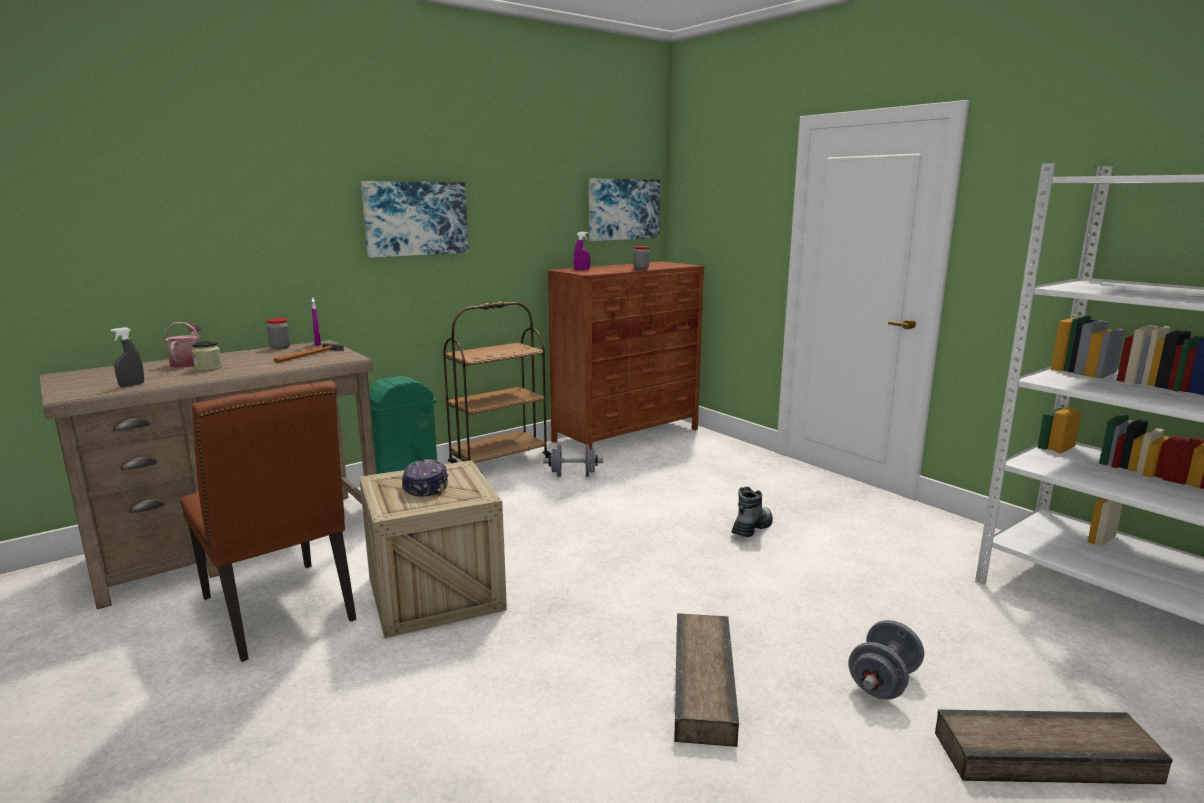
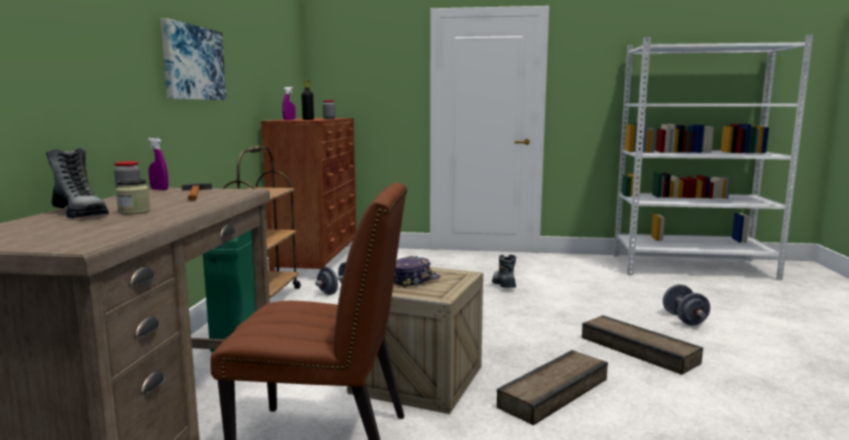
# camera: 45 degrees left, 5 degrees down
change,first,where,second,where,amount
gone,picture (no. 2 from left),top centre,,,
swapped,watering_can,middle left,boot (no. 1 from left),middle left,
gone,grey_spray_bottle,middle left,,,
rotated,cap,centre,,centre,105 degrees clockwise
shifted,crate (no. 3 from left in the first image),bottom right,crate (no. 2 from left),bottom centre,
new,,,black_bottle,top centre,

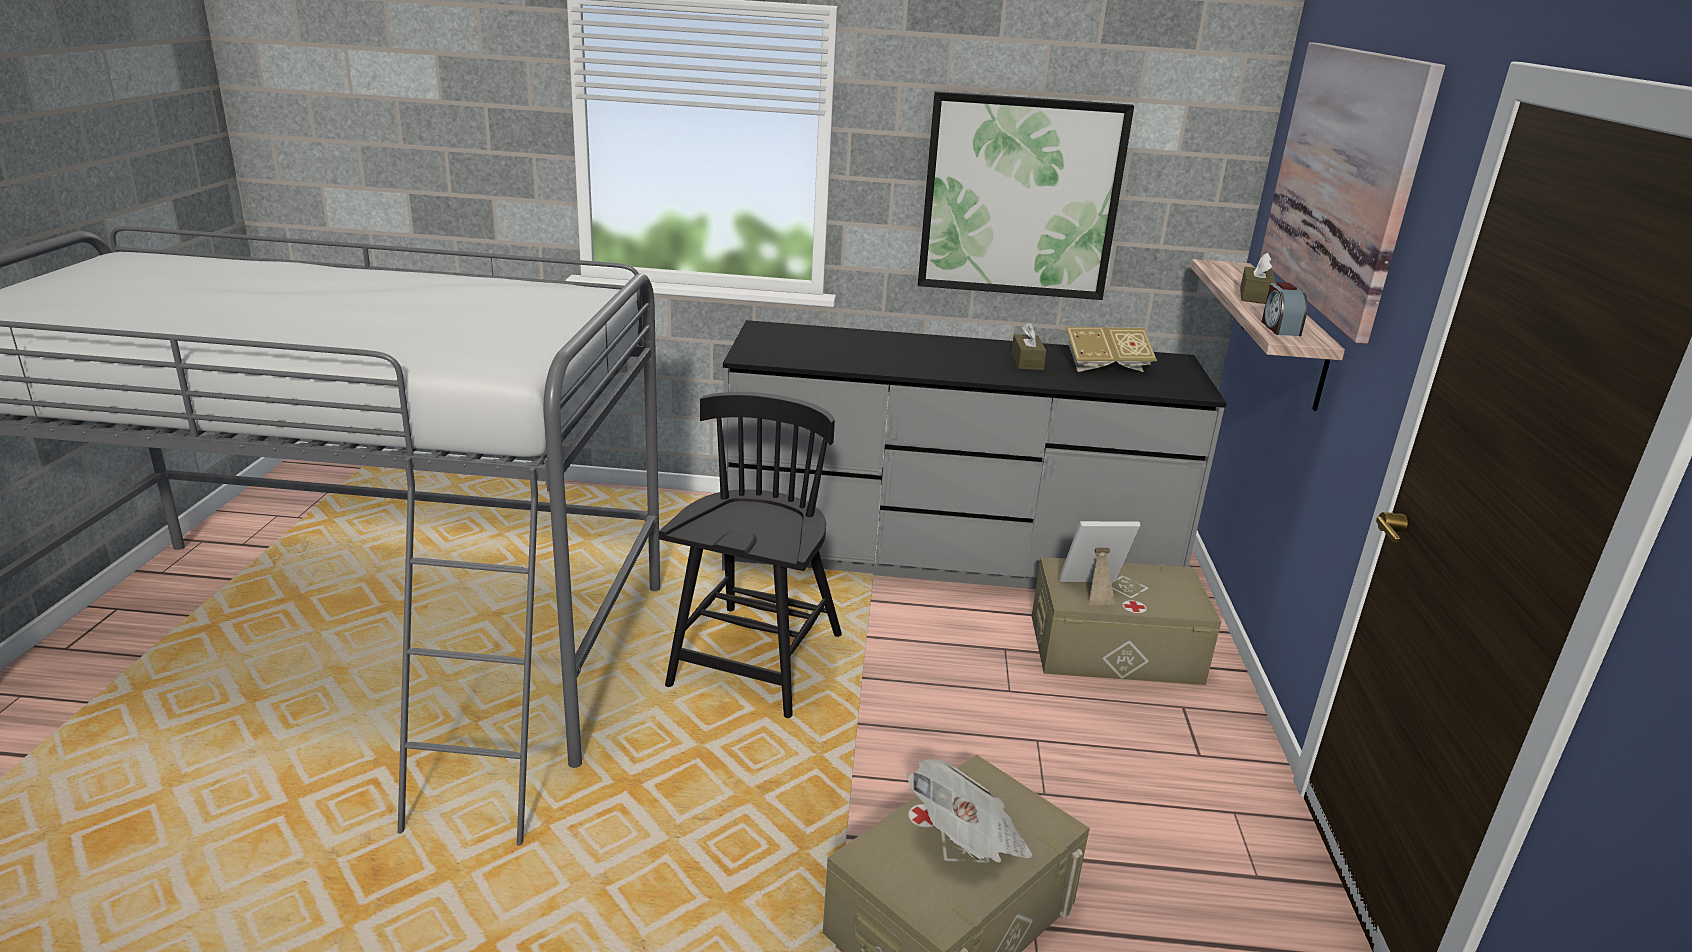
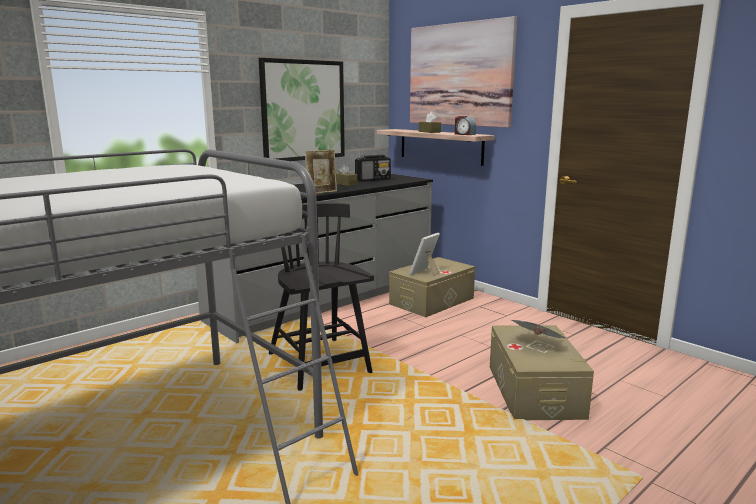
# camera: 45 degrees left, 10 degrees down
change,first,where,second,where,amount
swapped,book,centre,radio,centre,
new,,,picture_frame (no. 1 from left),centre,

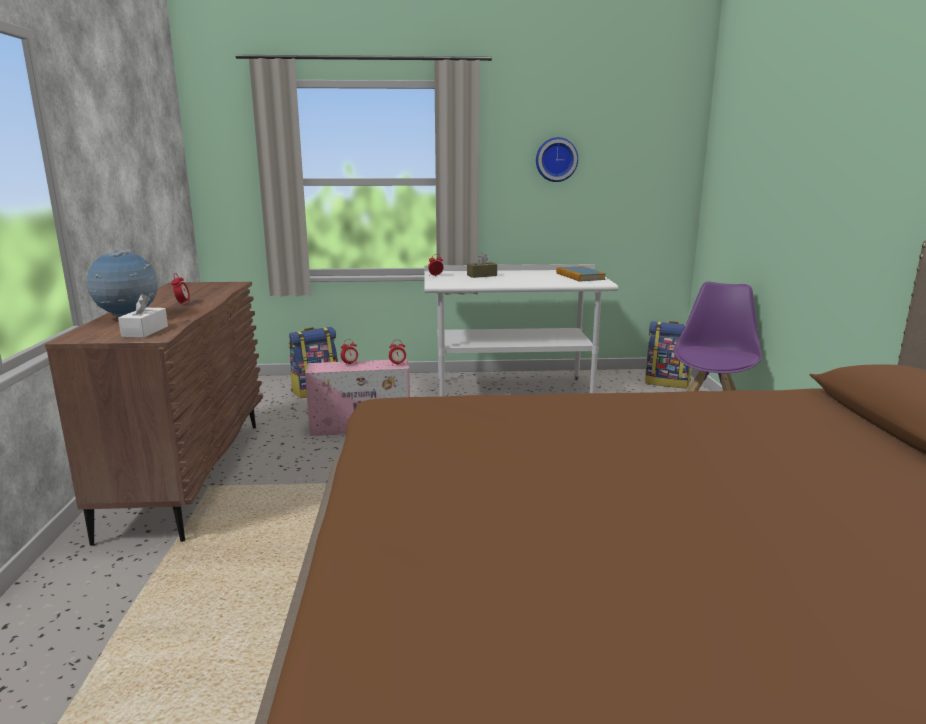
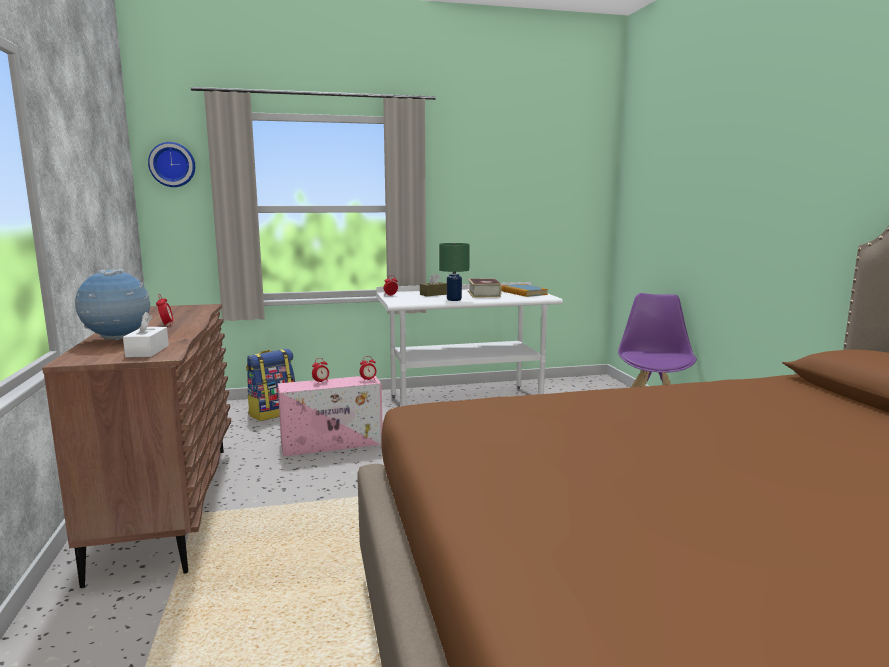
# camera: 10 degrees left, 5 degrees down
change,first,where,second,where,amount
shifted,wall_clock,top centre,,top left,
gone,backpack (no. 2 from left),middle right,,,
new,,,green_table_lamp,centre,
new,,,book (no. 1 from left),centre,

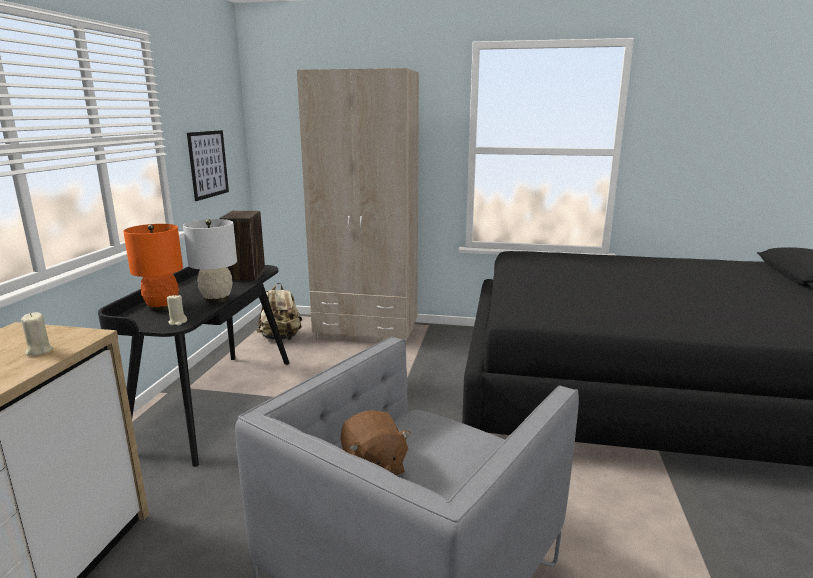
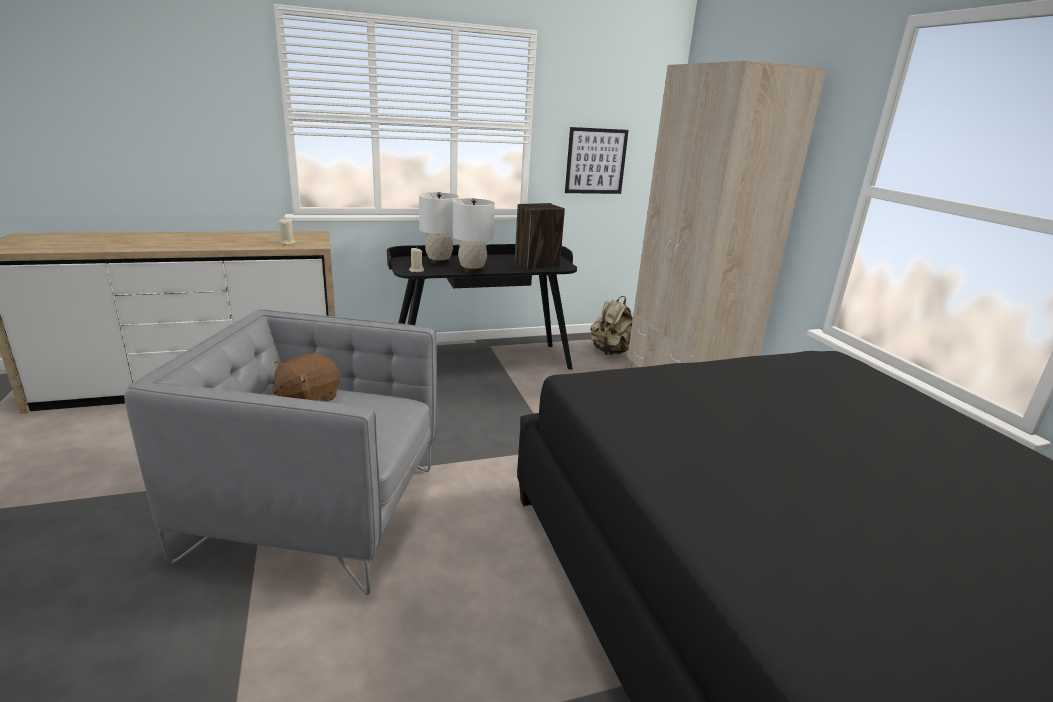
# camera: 60 degrees right, 5 degrees up
change,first,where,second,where,amount
repainted,orange_table_lamp,middle left,white_table_lamp (no. 1 from left),top centre,

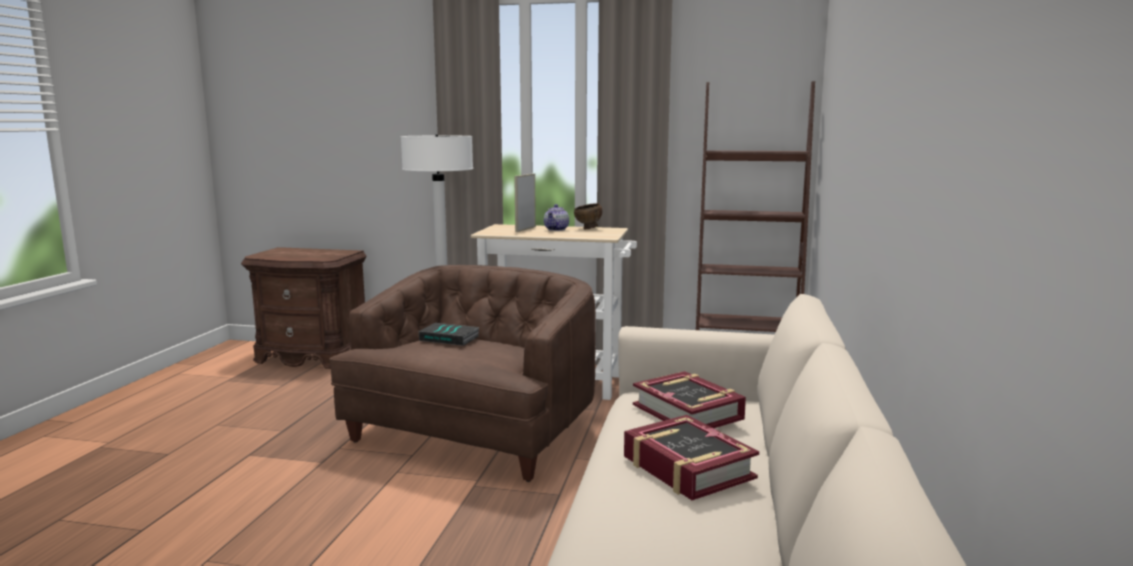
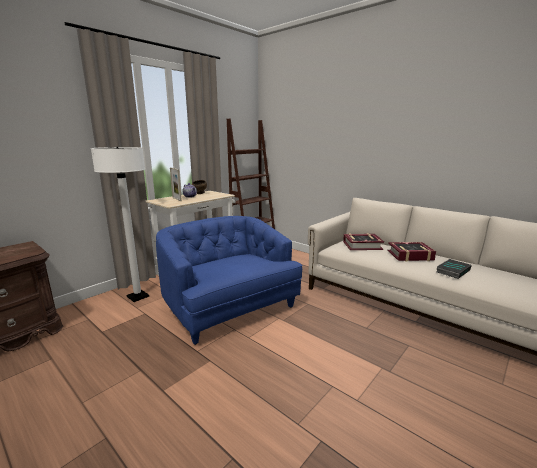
# camera: 60 degrees left, 5 degrees up
change,first,where,second,where,amount
repainted,brown_armchair,centre,blue_armchair,centre,
shifted,book (no. 1 from left in the first image),centre,book (no. 3 from left),middle right,

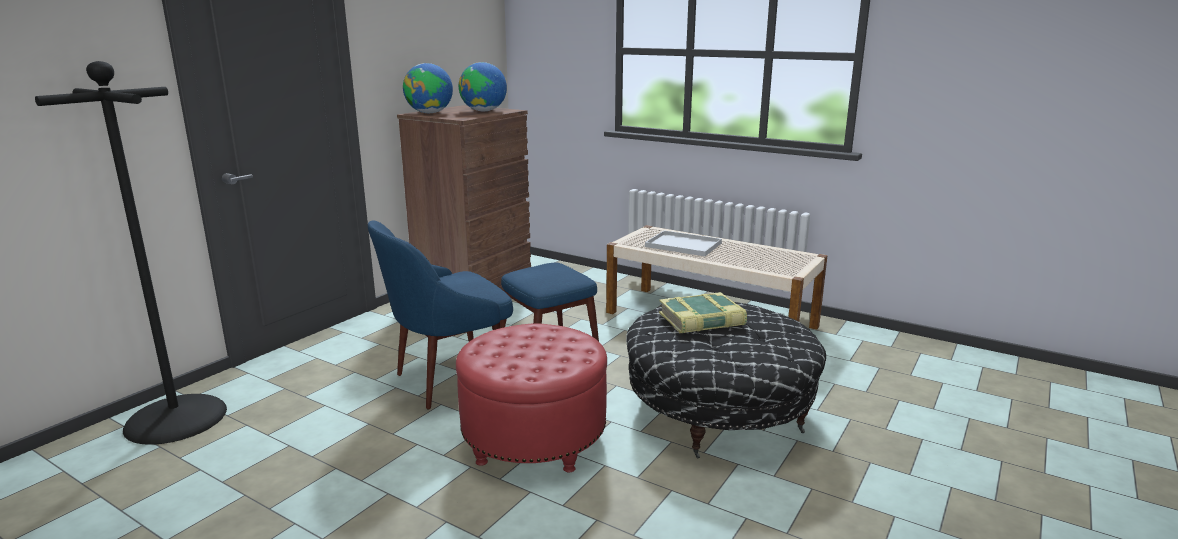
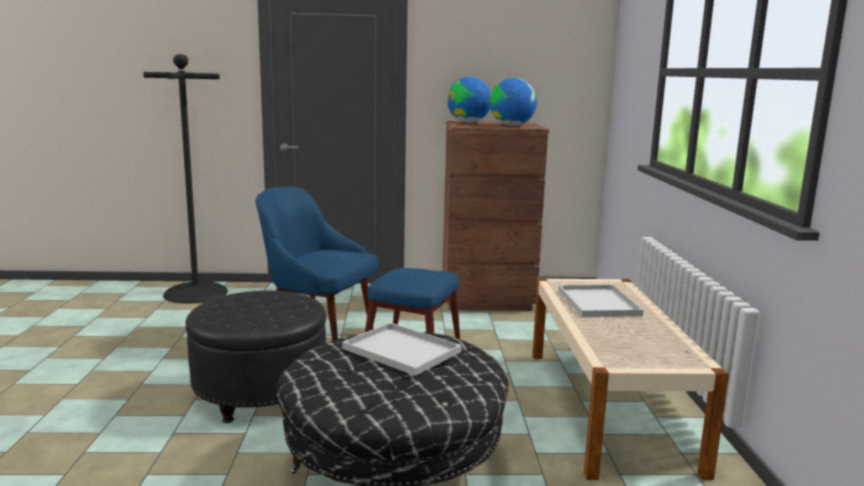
# camera: 55 degrees right, 5 degrees down
change,first,where,second,where,amount
swapped,book,centre,white_tray (no. 1 from left),bottom centre,
repainted,red_ottoman,bottom centre,black_ottoman (no. 1 from left),bottom left,

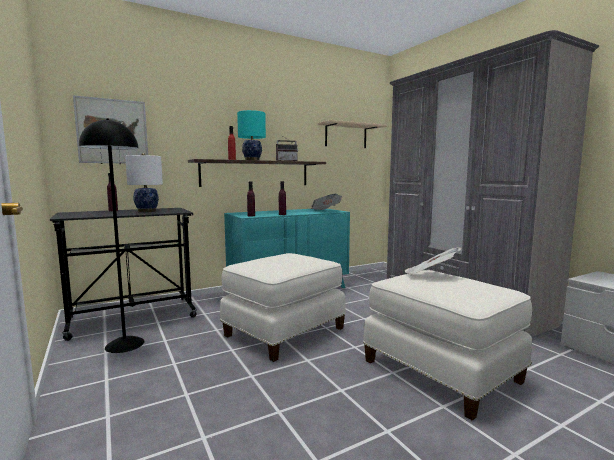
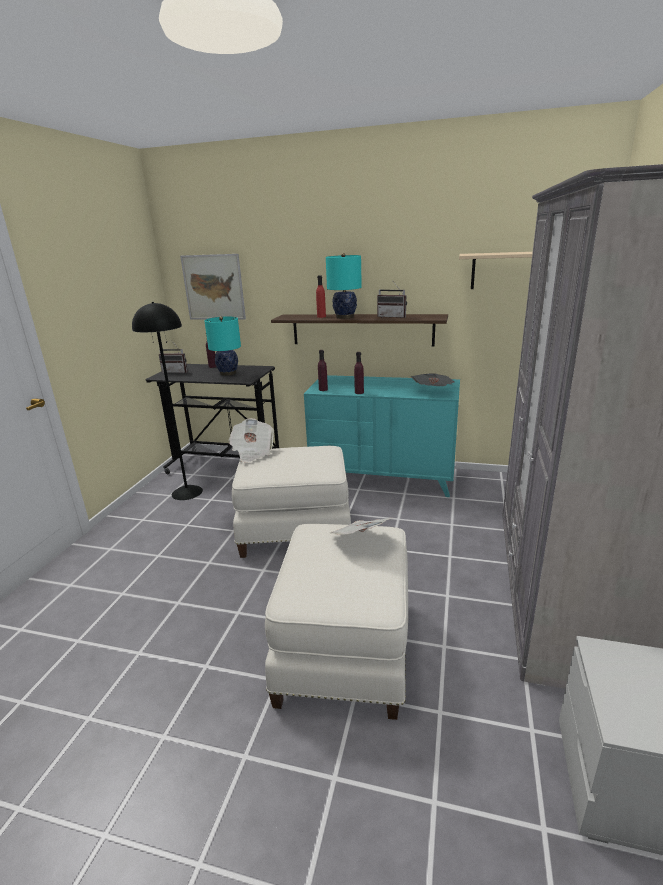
# camera: 45 degrees right, 15 degrees up
change,first,where,second,where,amount
repainted,white_table_lamp,middle left,turquoise_table_lamp (no. 1 from left),centre,
new,,,radio (no. 1 from left),middle left,
new,,,newspaper (no. 1 from left),centre,

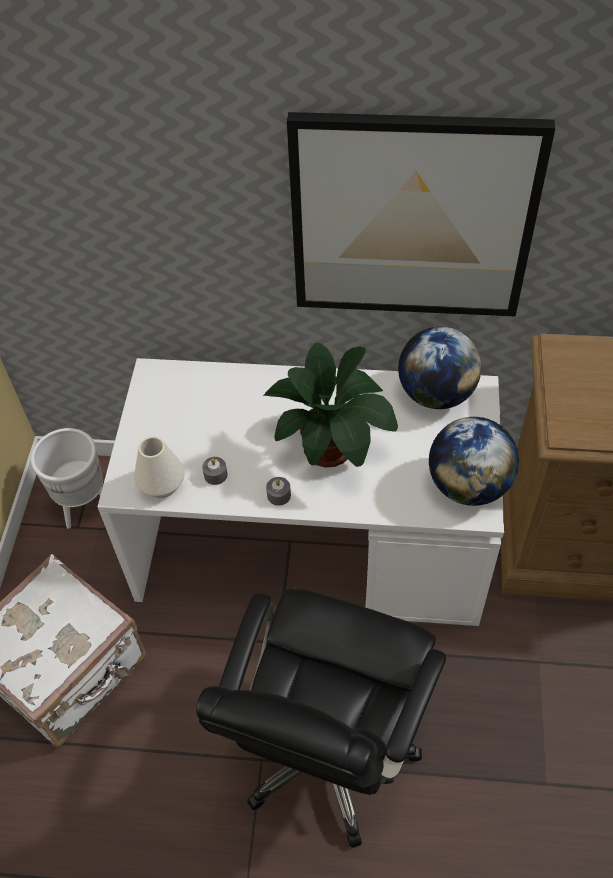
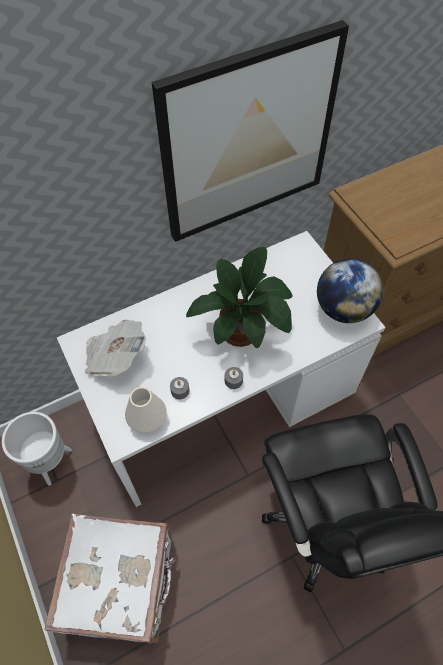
# camera: 35 degrees left, 5 degrees up
change,first,where,second,where,amount
gone,globe (no. 1 from left),middle right,,,
new,,,newspaper,middle left,

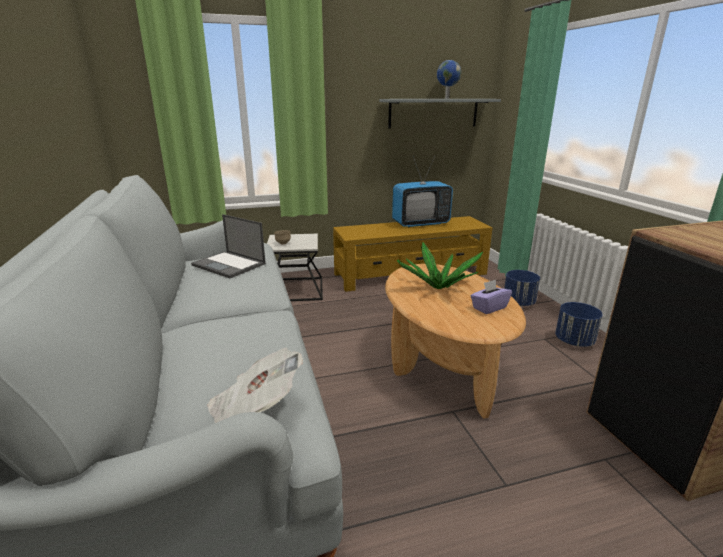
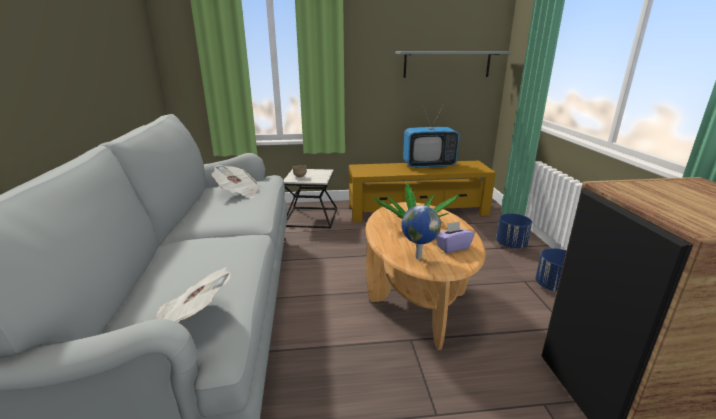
# camera: 10 degrees right, 0 degrees up
change,first,where,second,where,amount
shifted,globe,top centre,,centre,
swapped,laptop,middle left,newspaper (no. 2 from left),middle left,

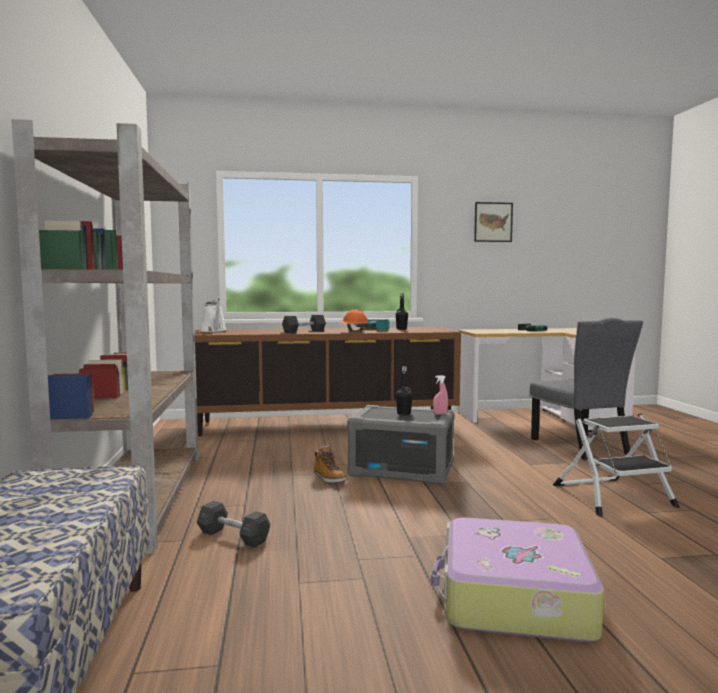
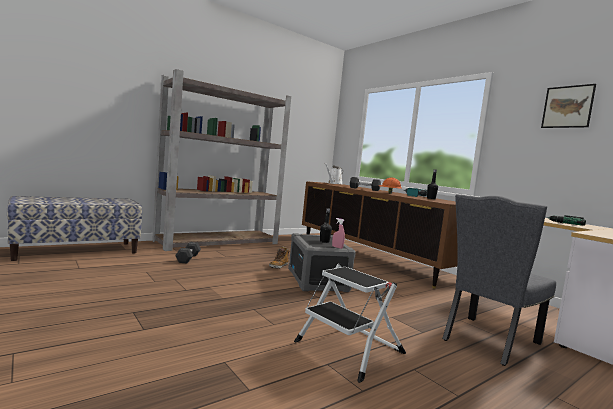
# camera: 60 degrees right, 0 degrees up
change,first,where,second,where,amount
gone,suitcase,bottom right,,,

